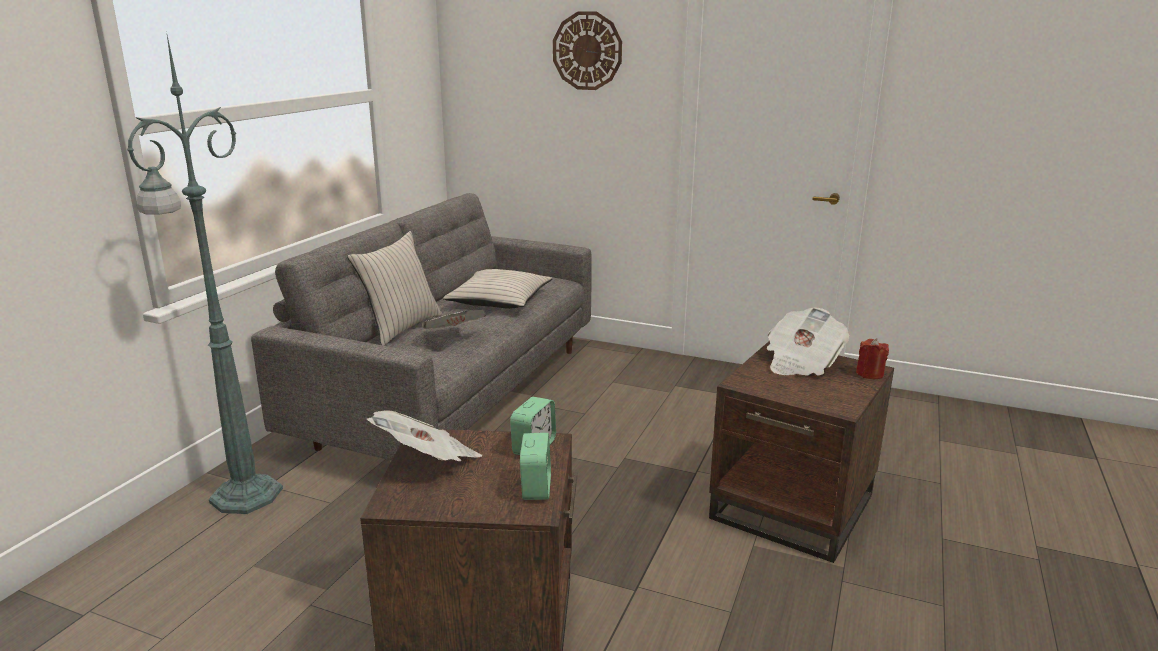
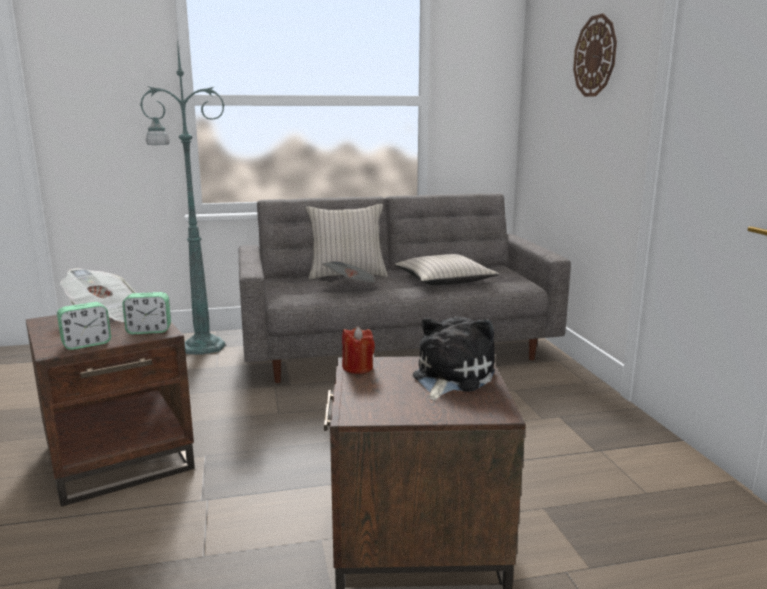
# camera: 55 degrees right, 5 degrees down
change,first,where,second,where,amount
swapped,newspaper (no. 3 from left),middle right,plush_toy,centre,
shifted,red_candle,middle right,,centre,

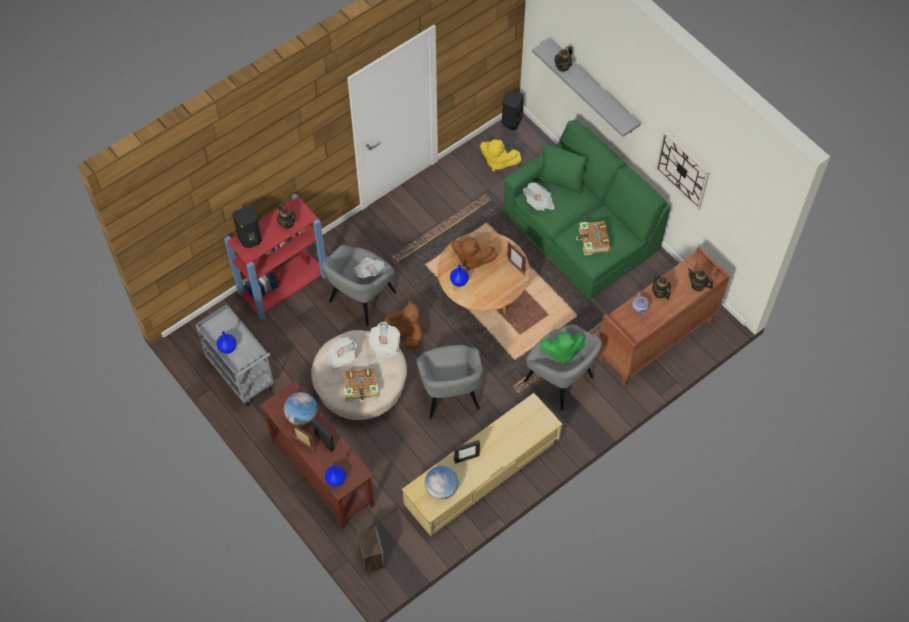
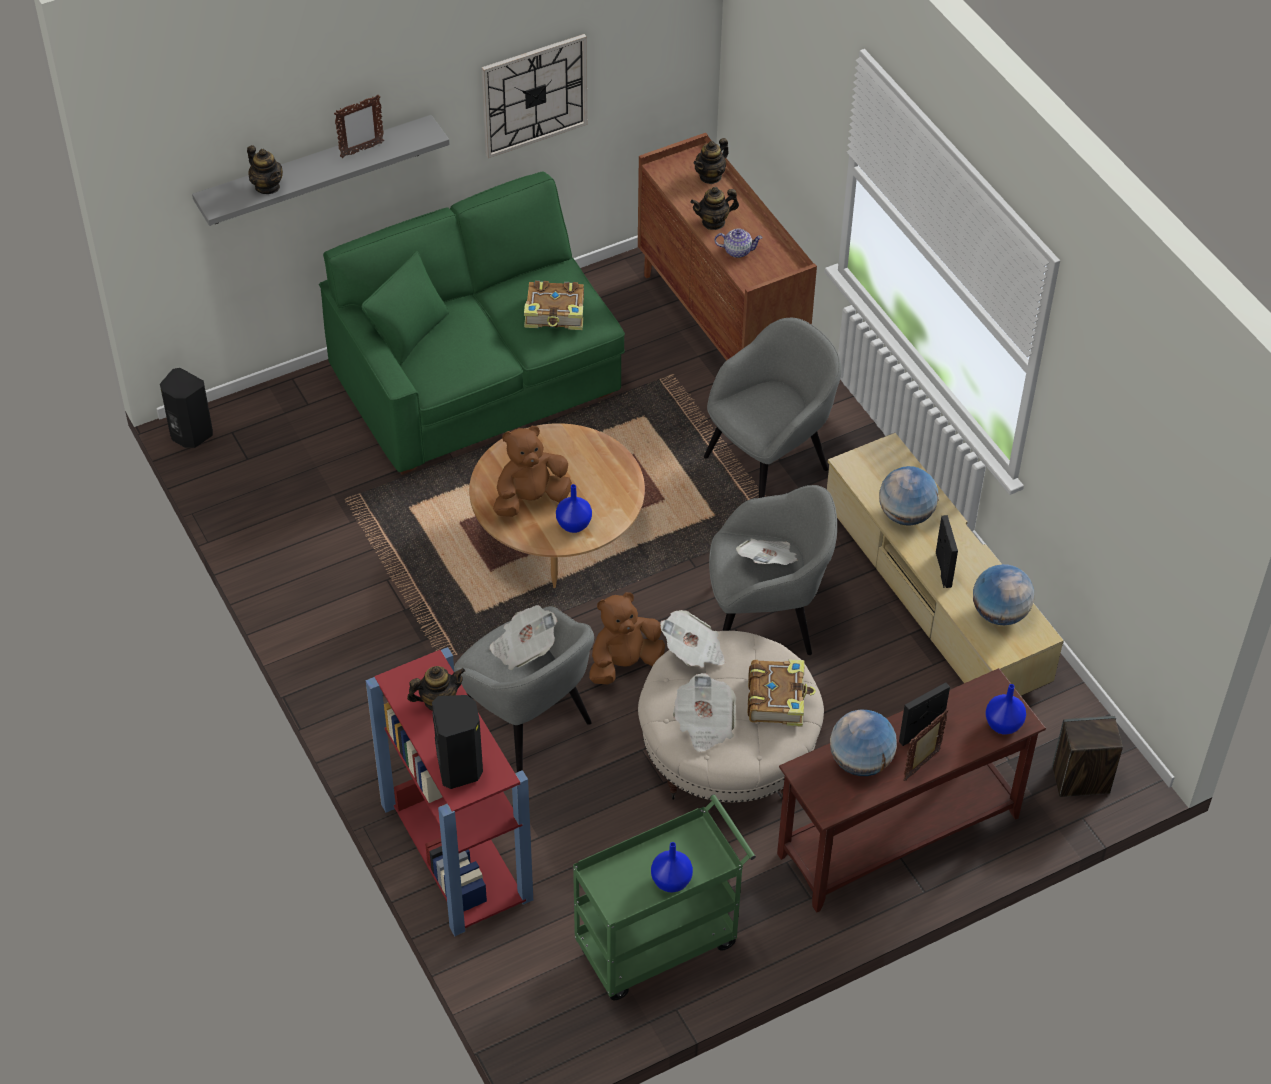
# camera: 80 degrees left, 10 degrees down
change,first,where,second,where,amount
gone,yellow_plush_toy,top centre,,,
shifted,newspaper (no. 4 from left),top centre,,centre,
rotated,brown_plush_toy (no. 2 from left in the first image),centre,brown_plush_toy (no. 1 from left),centre,150 degrees counterclockwise
shifted,picture_frame (no. 4 from left in the first image),centre,picture_frame (no. 1 from left),top left,
repainted,grey_cart,middle left,green_cart,bottom centre,
gone,green_plush_toy,centre,,,
new,,,globe (no. 2 from left),middle right,

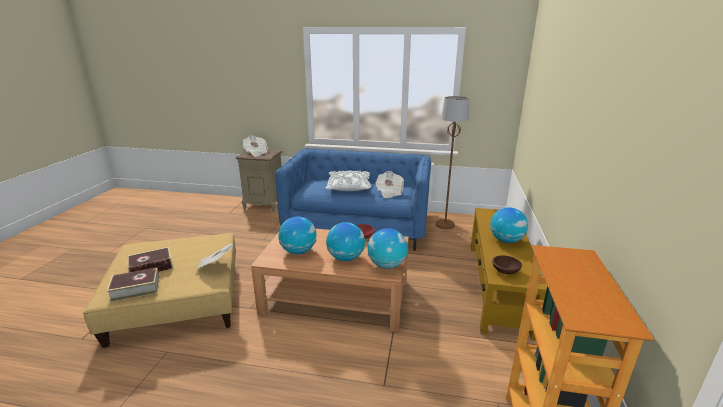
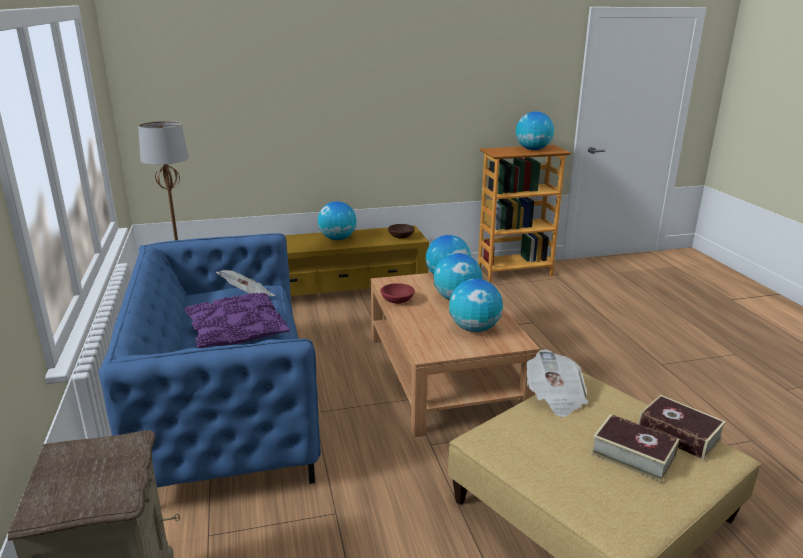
# camera: 115 degrees left, 0 degrees up
change,first,where,second,where,amount
gone,newspaper (no. 2 from left),centre,,,
repainted,white_pillow,centre,purple_pillow,middle left,
new,,,globe (no. 5 from left),top centre,

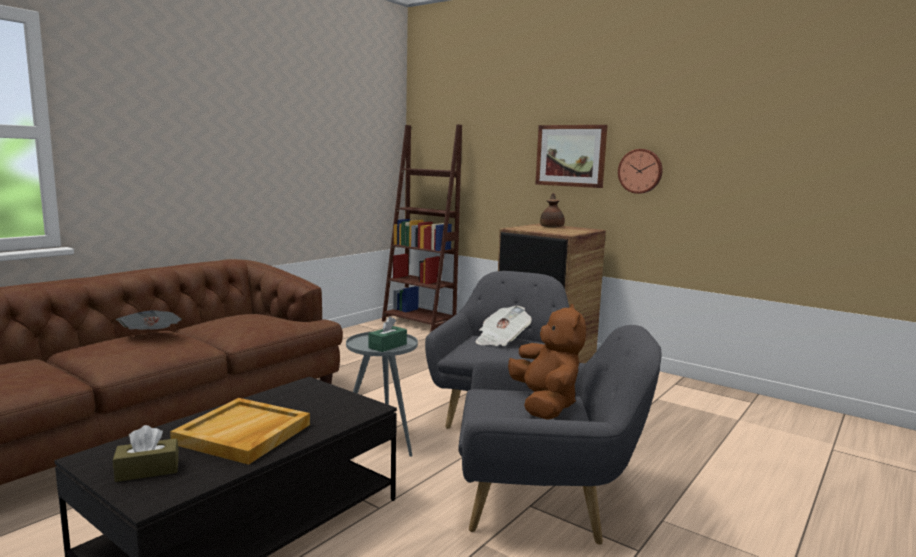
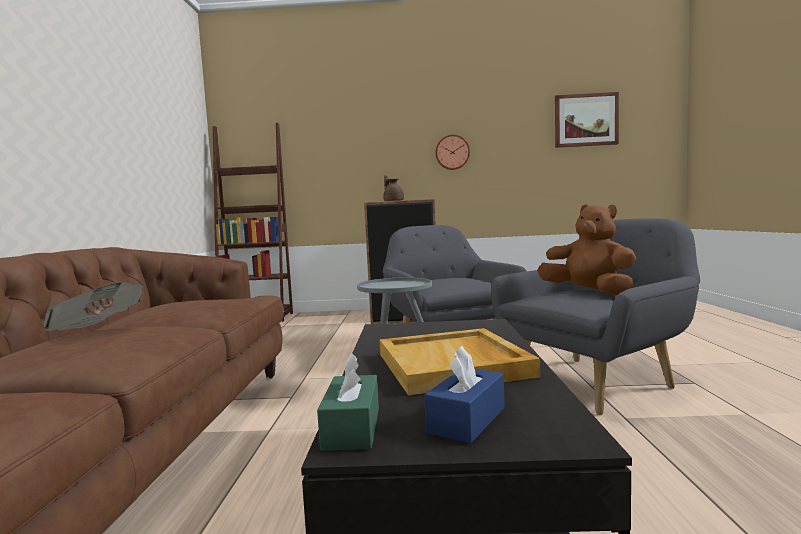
# camera: 35 degrees left, 5 degrees down
change,first,where,second,where,amount
shifted,picture,top centre,,top right,
gone,newspaper (no. 2 from left),centre,,,
shifted,green_tissue_box,centre,,bottom centre,
repainted,brown_tissue_box,bottom left,blue_tissue_box,bottom centre,

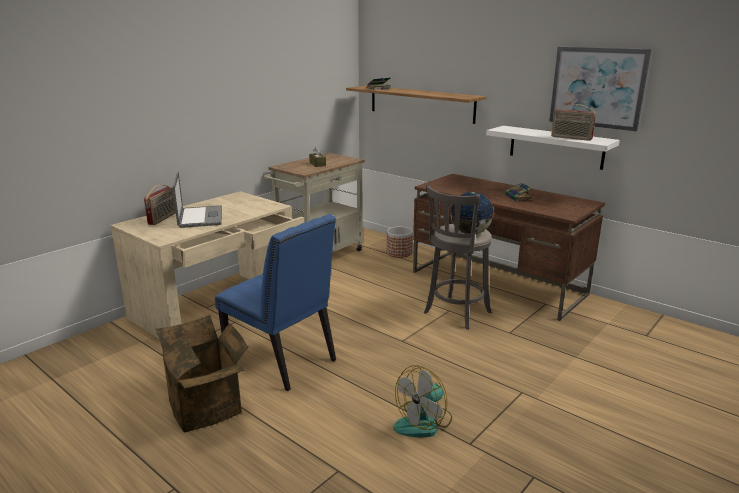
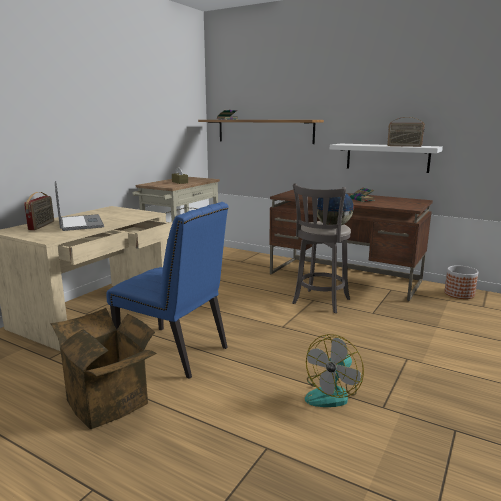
# camera: 10 degrees left, 5 degrees down
change,first,where,second,where,amount
gone,picture,top right,,,
shifted,planter,centre,,middle right,

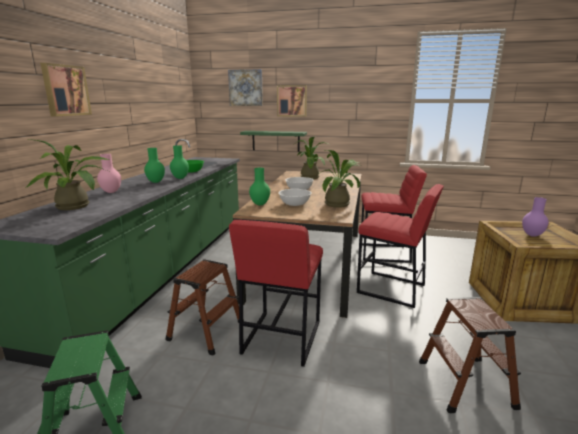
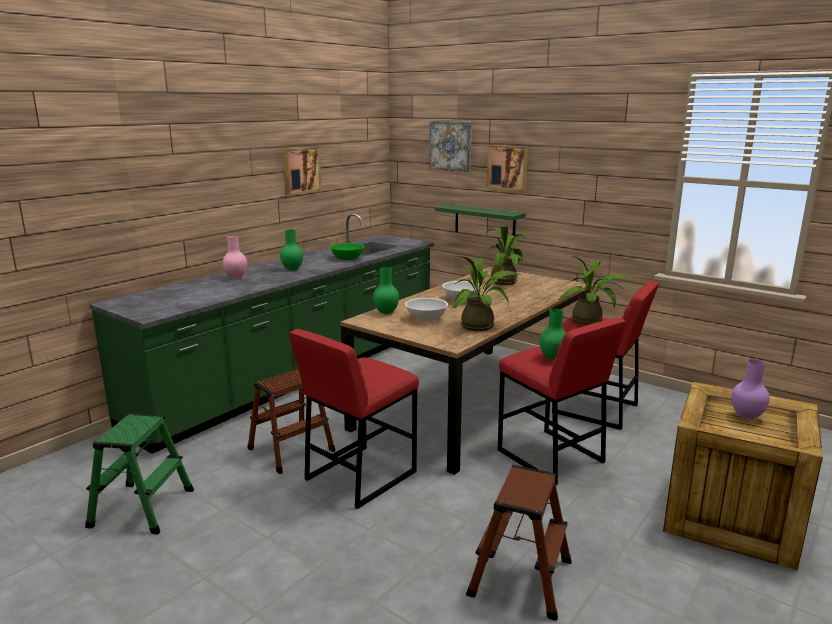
# camera: 25 degrees right, 0 degrees up
change,first,where,second,where,amount
shifted,picture (no. 1 from left),top left,,top centre,
shifted,potted_plant (no. 1 from left in the first image),middle left,potted_plant (no. 3 from left),middle right,
shifted,green_vase (no. 2 from left in the first image),middle left,green_vase (no. 3 from left),centre,

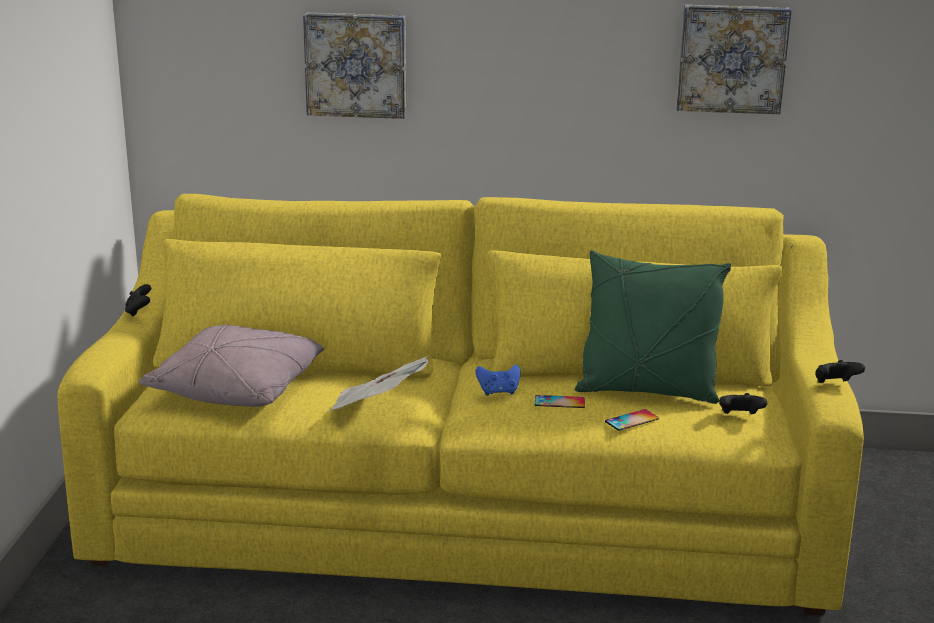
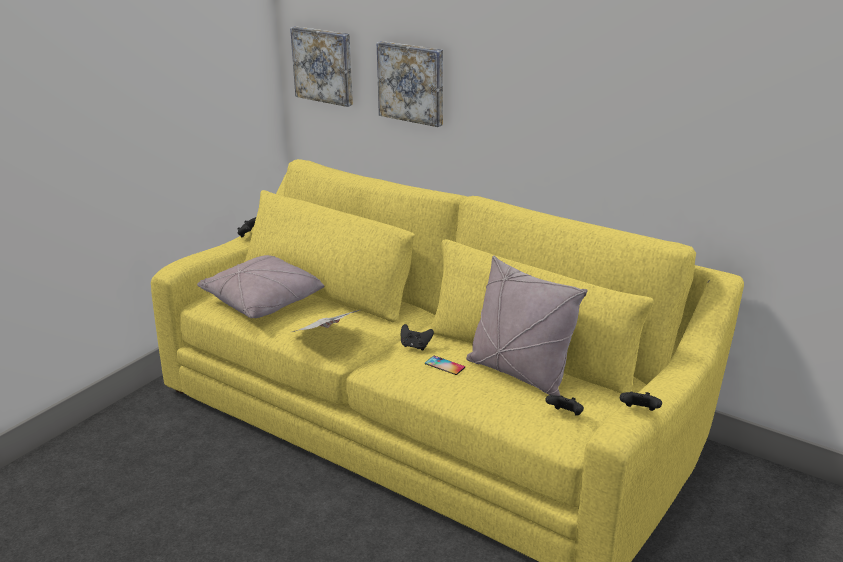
# camera: 30 degrees right, 5 degrees up
change,first,where,second,where,amount
shifted,picture (no. 2 from left in the first image),top right,picture (no. 1 from left),top centre,
repainted,green_pillow,middle right,purple_pillow (no. 2 from left),centre,
repainted,blue_game_controller,centre,black_game_controller (no. 2 from left),centre,
gone,phone (no. 2 from left),bottom right,,,

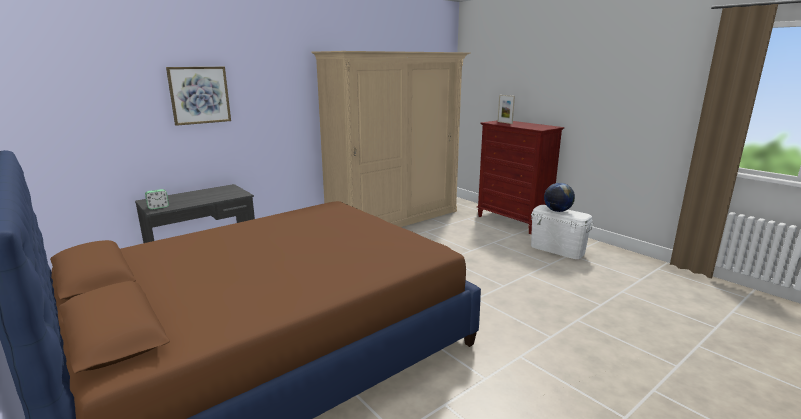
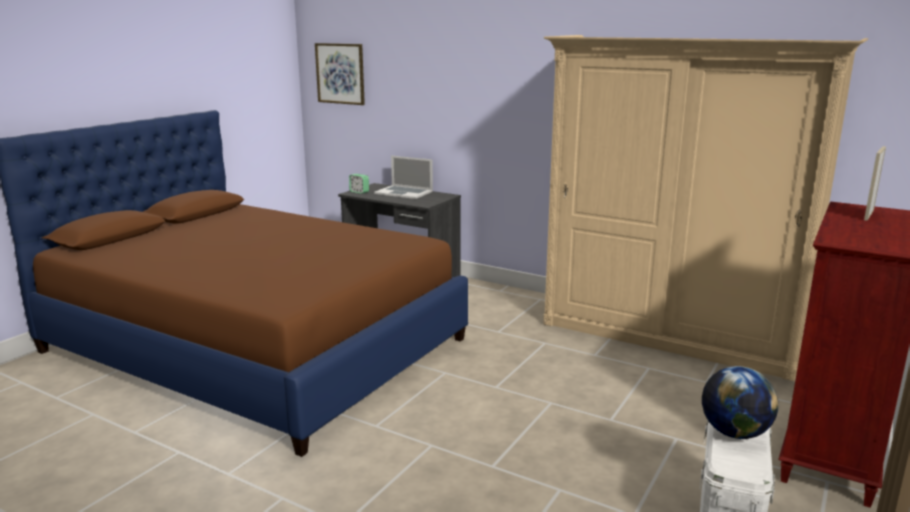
# camera: 70 degrees right, 0 degrees up
change,first,where,second,where,amount
shifted,picture,top left,,top centre,
new,,,laptop,centre,

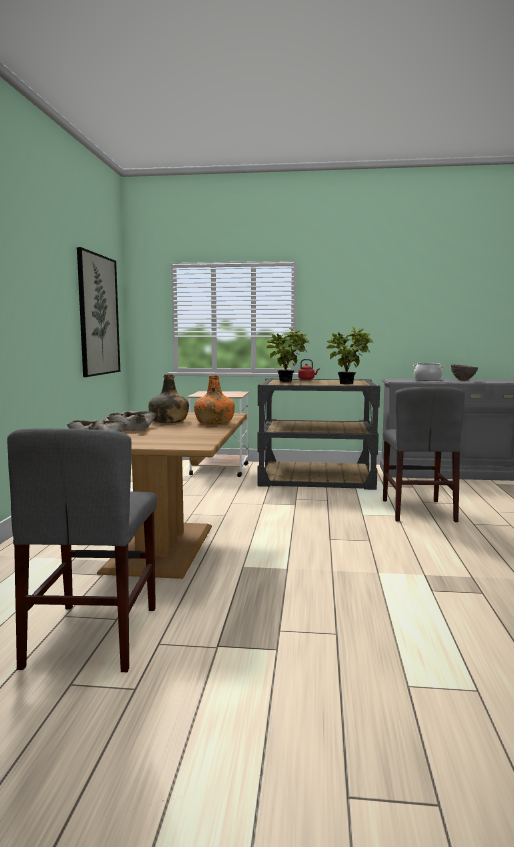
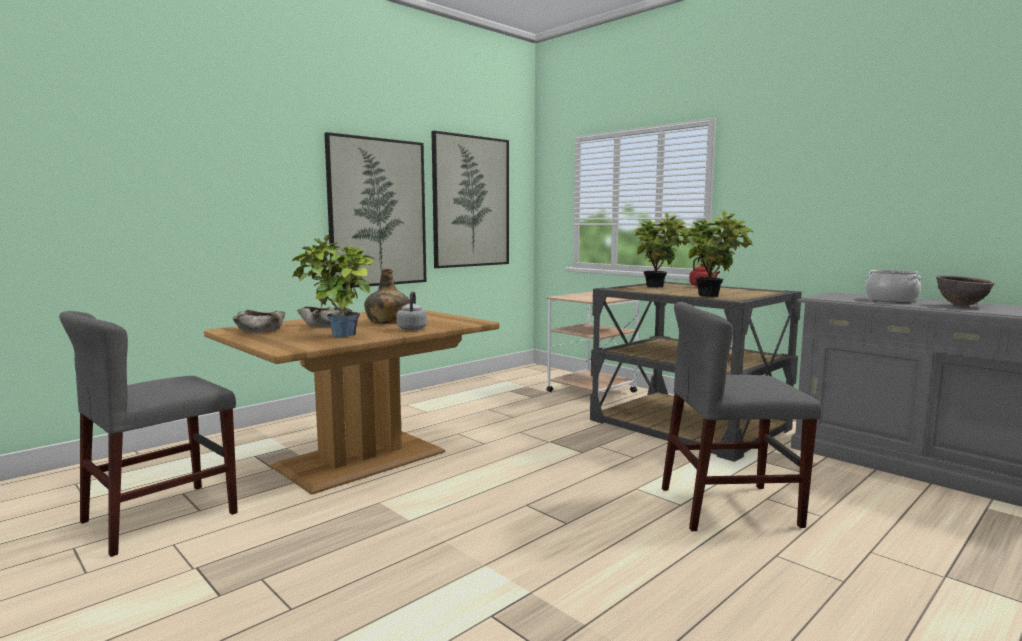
# camera: 40 degrees right, 0 degrees up
change,first,where,second,where,amount
swapped,orange_bottle,centre,grey_kettle,centre,
rotated,grey_chair (no. 2 from left),middle right,,middle right,45 degrees clockwise
new,,,picture (no. 1 from left),top centre,
new,,,potted_plant (no. 1 from left),middle left,

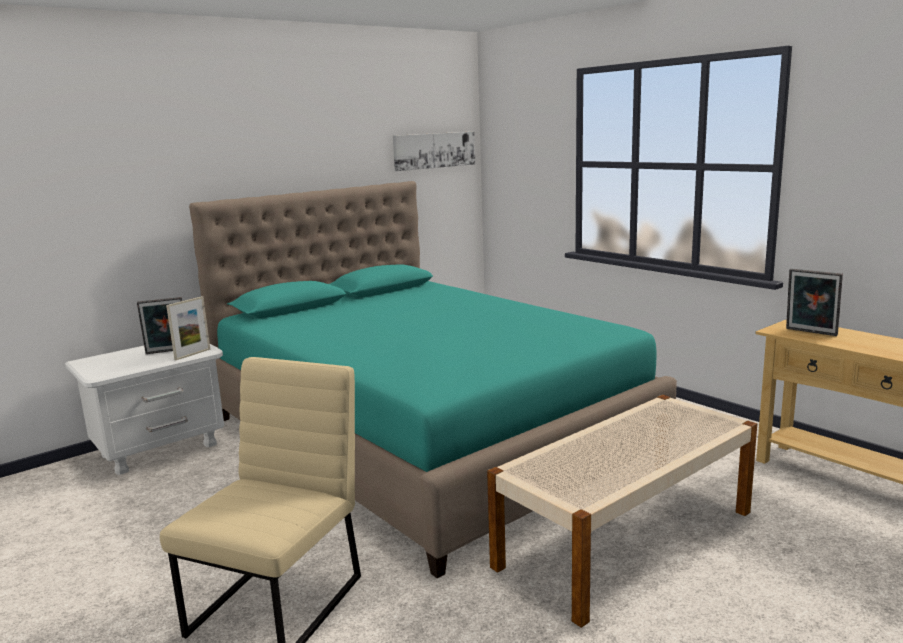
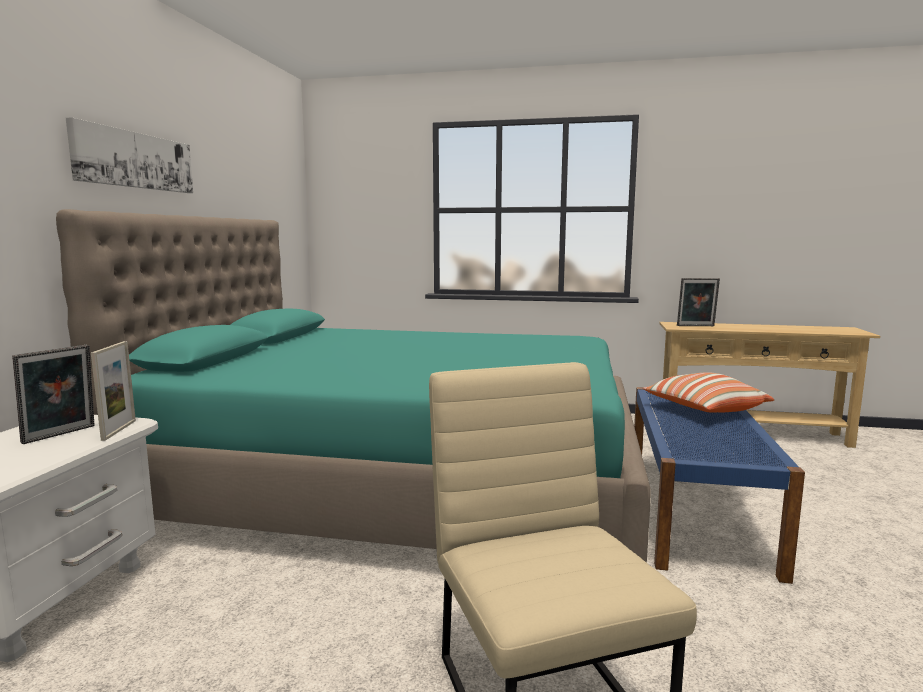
# camera: 40 degrees left, 5 degrees down
change,first,where,second,where,amount
shifted,picture,top centre,,top left,
repainted,beige_bench,bottom right,blue_bench,bottom right,
new,,,pillow,middle right,

